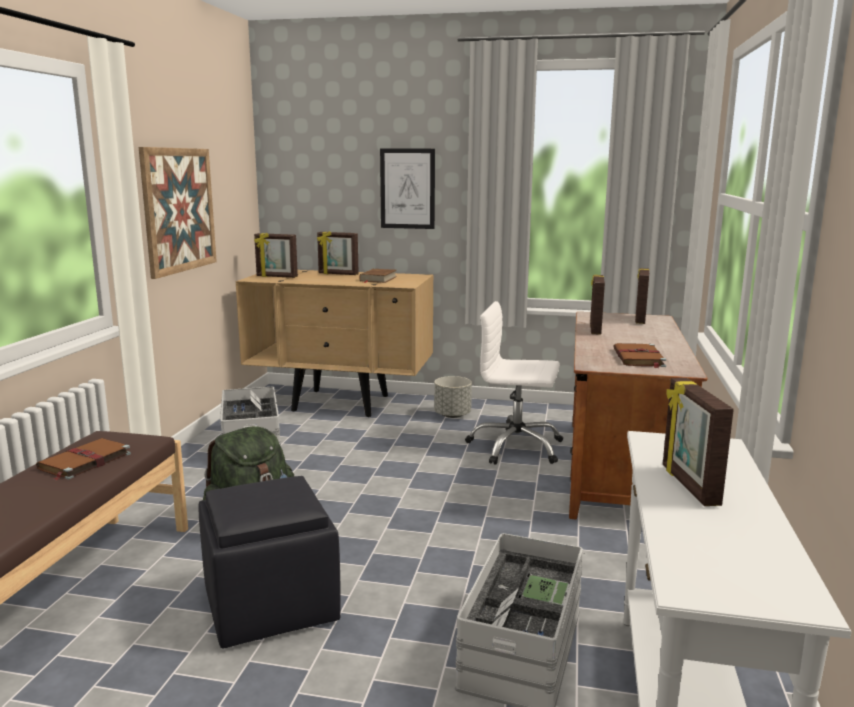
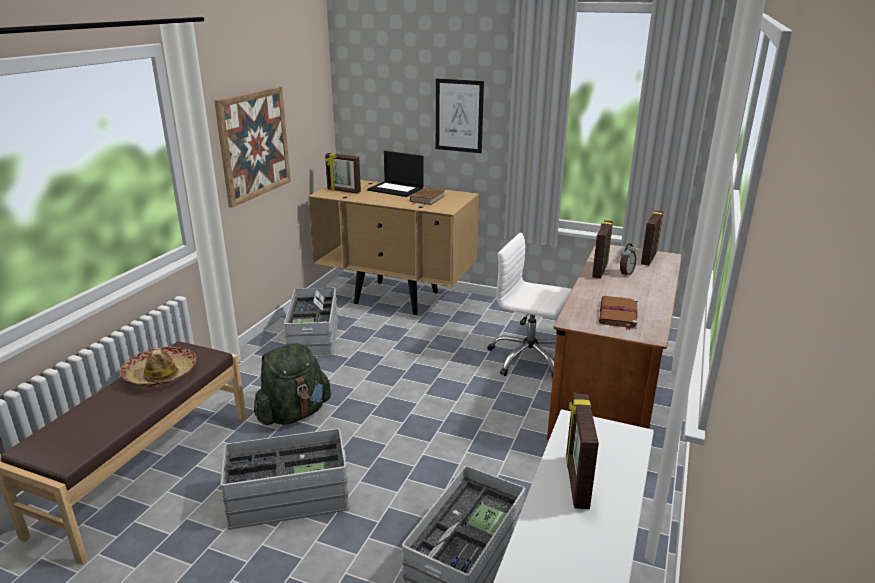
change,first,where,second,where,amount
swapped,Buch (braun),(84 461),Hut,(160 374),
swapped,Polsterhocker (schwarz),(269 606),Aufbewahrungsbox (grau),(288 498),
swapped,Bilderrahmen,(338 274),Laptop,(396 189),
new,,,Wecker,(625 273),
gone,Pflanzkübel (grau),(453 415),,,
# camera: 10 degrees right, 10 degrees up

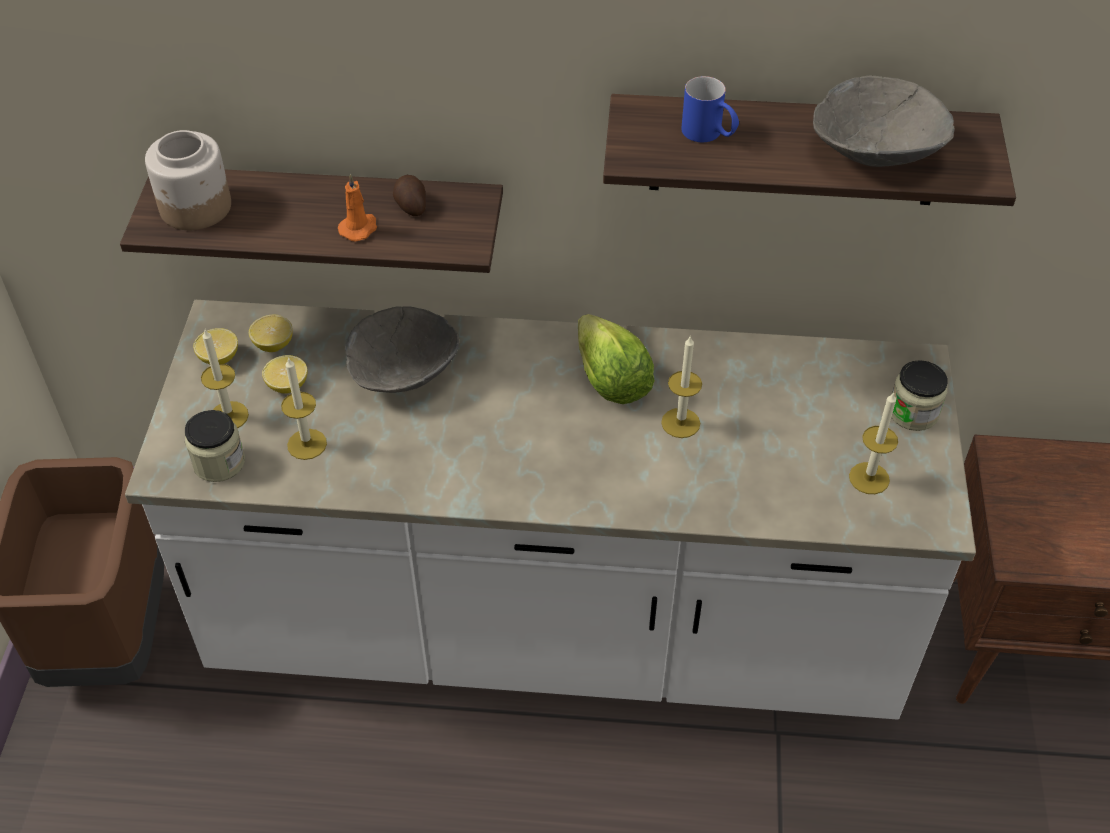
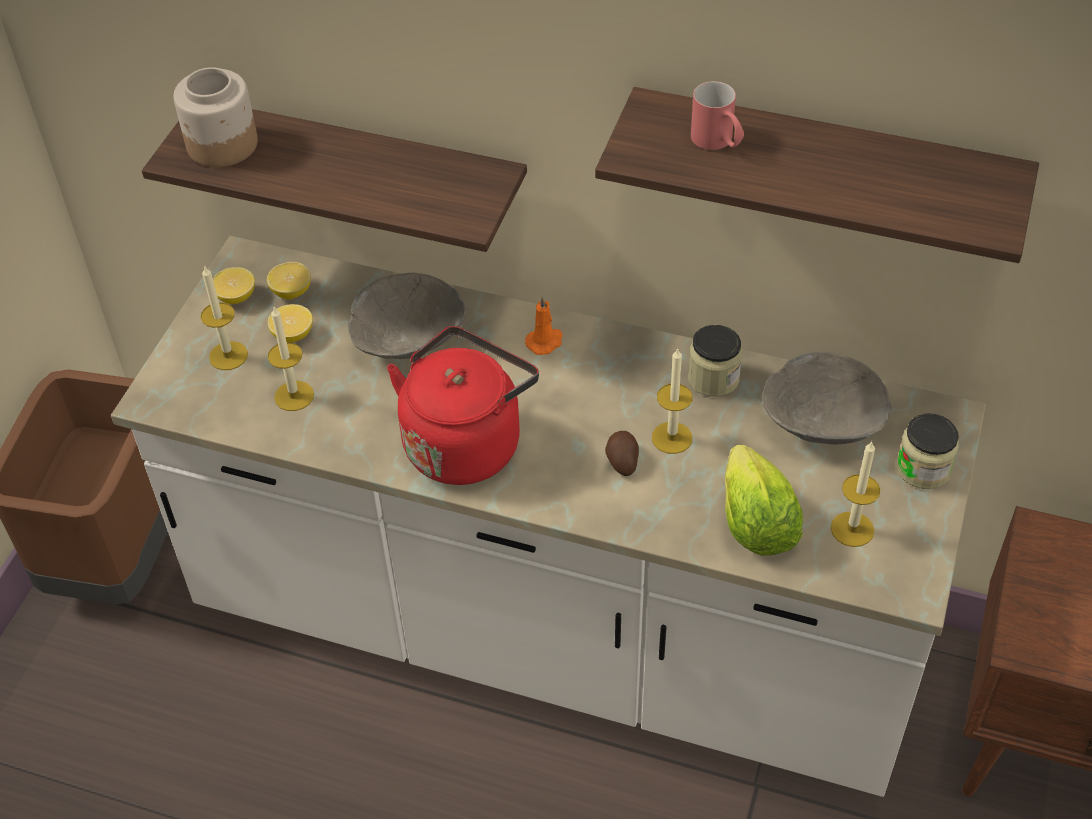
change,first,where,second,where,amount
new,,,Wasserkessel (rot),(466 442),
shifted,Kerze (orange),(359 228),,(545 341),
shifted,Kartoffel,(410 205),,(622 461),
shifted,Vorratsglas,(219 462),,(713 378),
repainted,Henkelbecher (blau),(709 135),Henkelbecher (rot),(718 143),
shifted,Salatkopf,(610 380),,(755 523),
shifted,Schüssel (grau),(875 153),,(821 424),
# camera: 15 degrees right, 0 degrees up

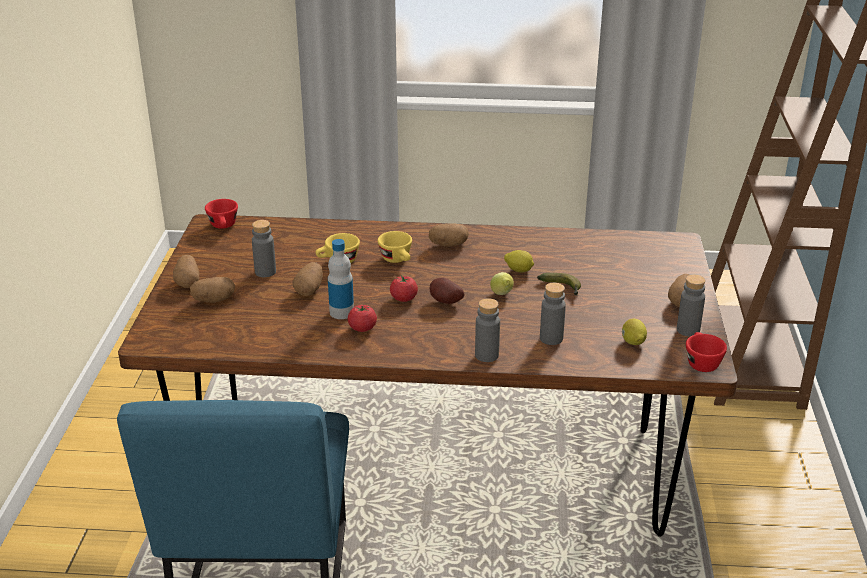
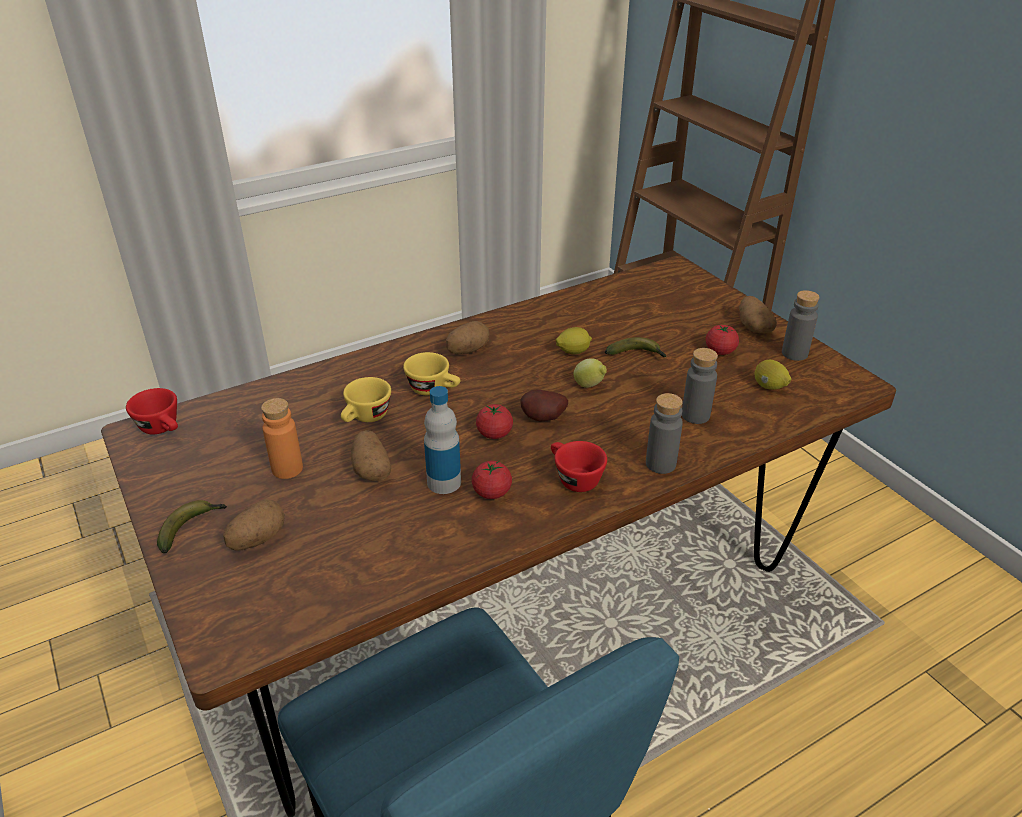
change,first,where,second,where,amount
swapped,Kartoffel,(188 282),Banane,(192 528),
repainted,Flasche (grau),(265 272),Flasche (orange),(287 469),
shifted,Tasse (rot),(700 362),,(573 478),
new,,,Tomate,(720 351),
# camera: 35 degrees left, 5 degrees up

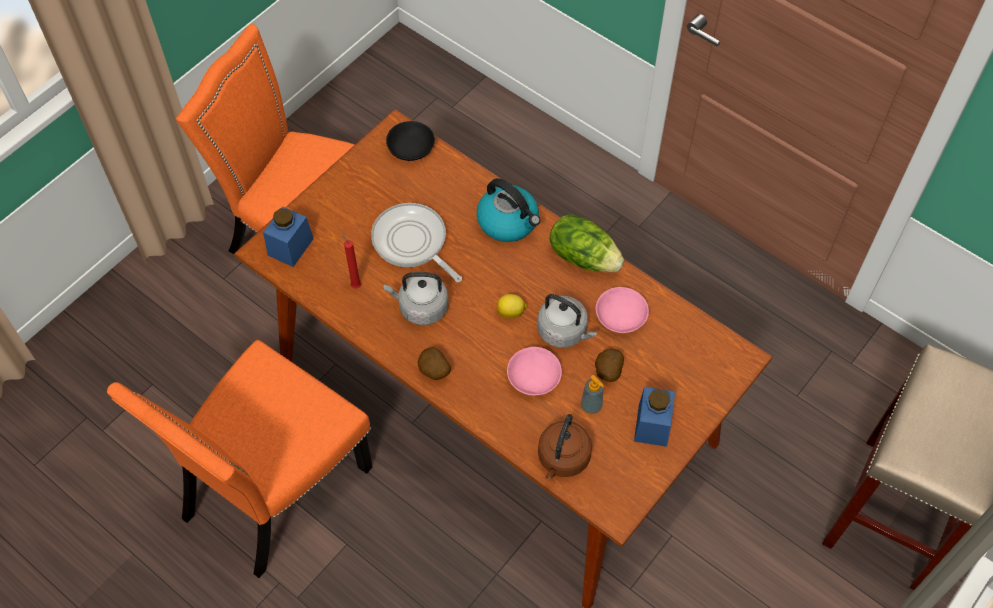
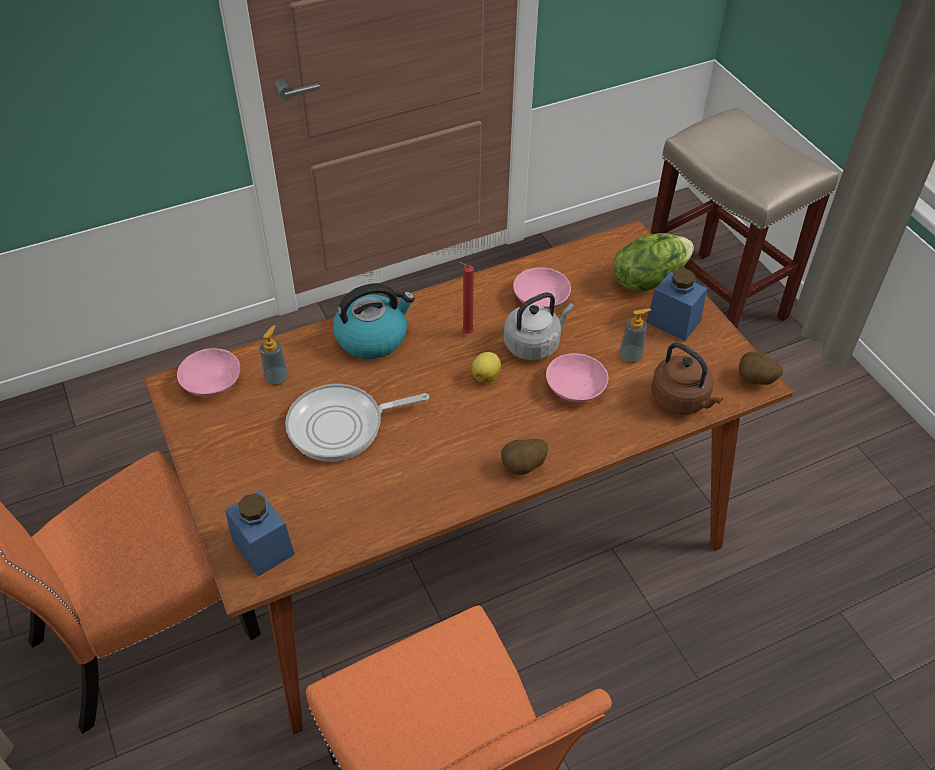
change,first,where,second,where,amount
repainted,Schüssel (schwarz),(411 149),Schüssel (rosa),(213 382),
new,,,Seifenspender,(276 378),
shifted,Kerze (rot),(355 285),,(465 333),
shifted,Salatkopf,(584 256),,(648 279),
shifted,Kartoffel,(607 372),,(755 381),
gone,Wasserkessel (grau),(420 308),,,
# camera: 65 degrees left, 10 degrees down

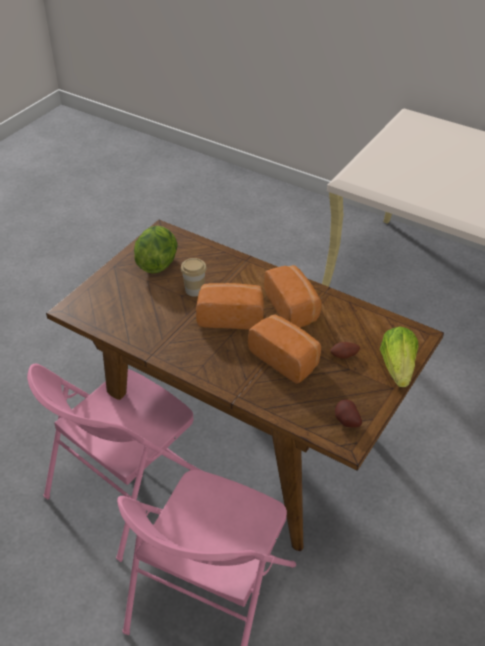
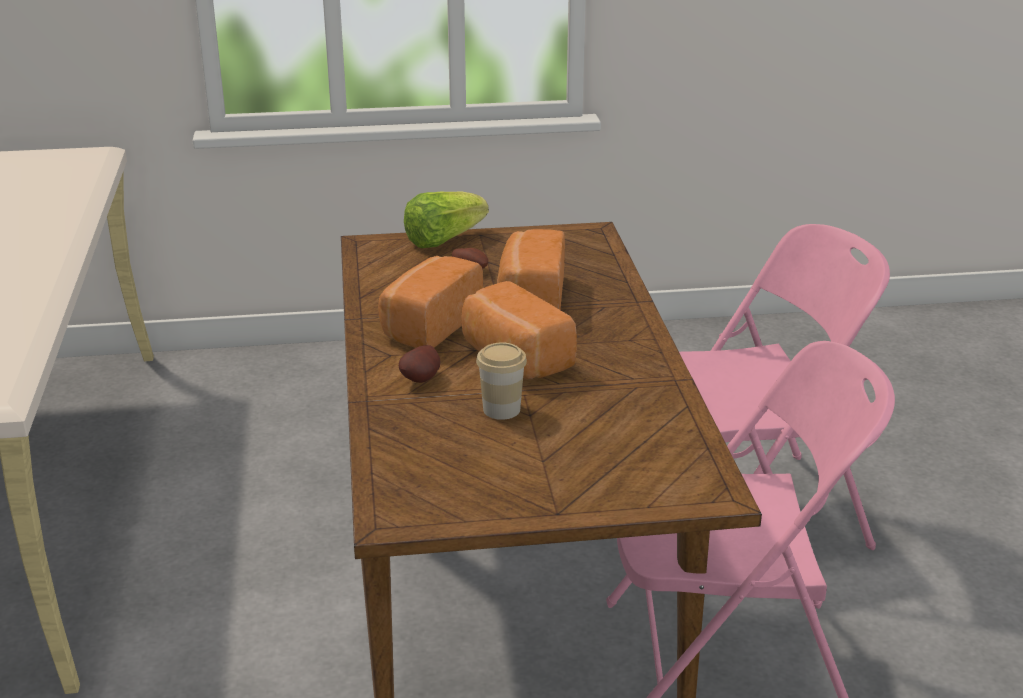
change,first,where,second,where,amount
shifted,Kartoffel,(346 421),,(422 380),
gone,Salatkopf,(157 263),,,
# camera: 130 degrees left, 15 degrees down

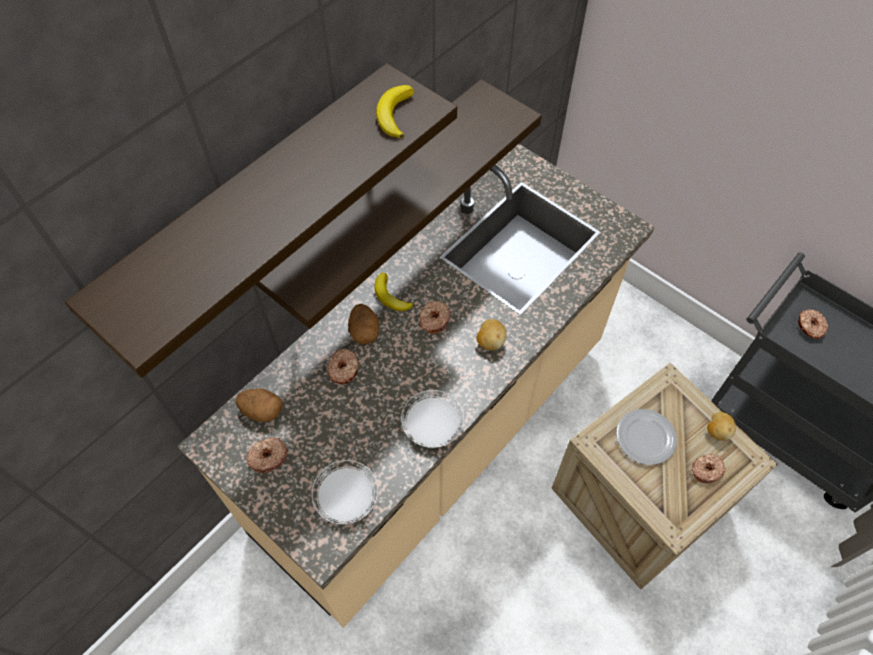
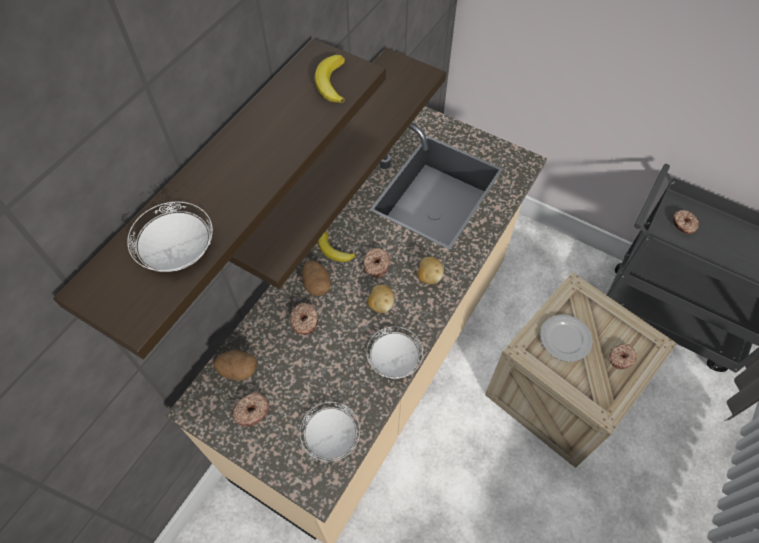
change,first,where,second,where,amount
new,,,Teller (weiß),(177 250),
shifted,Kartoffel,(717 431),,(380 304),
# camera: 10 degrees left, 0 degrees up

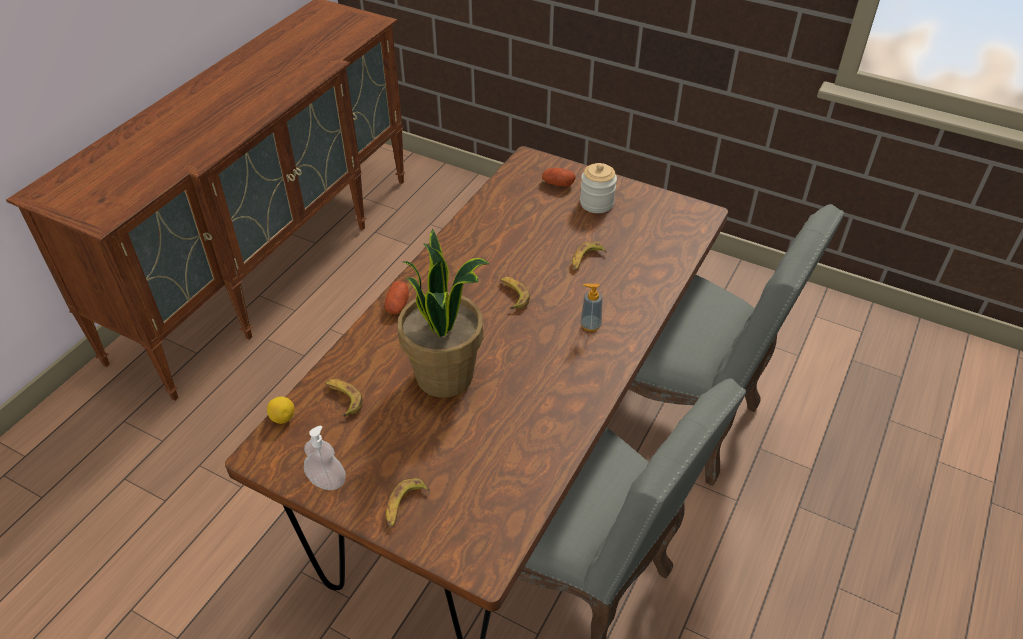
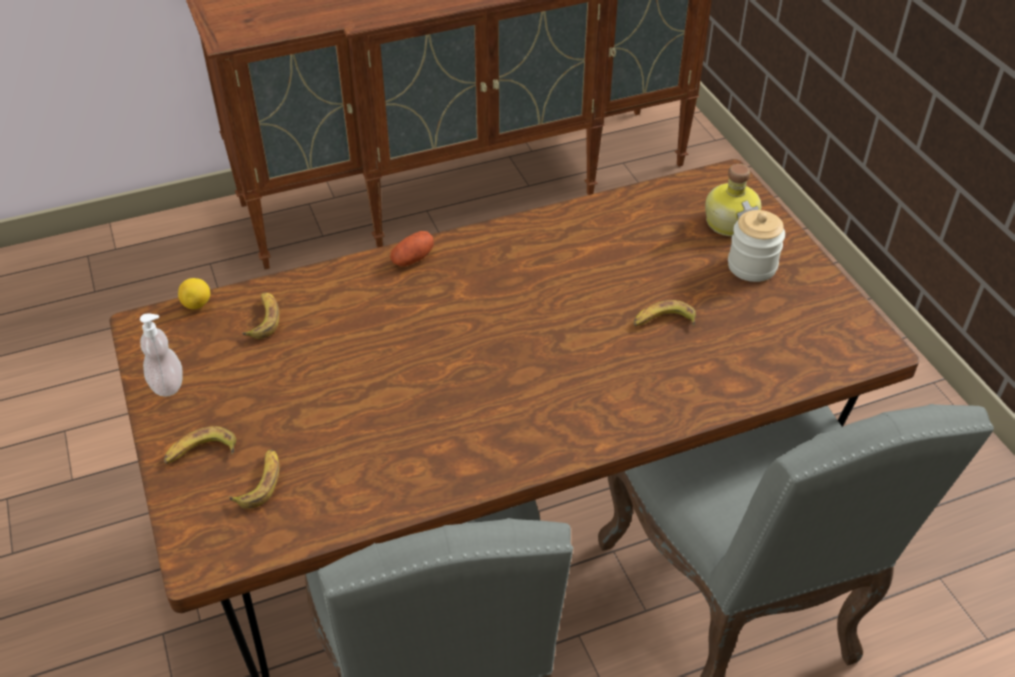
change,first,where,second,where,amount
shifted,Banane,(513 295),,(260 482),
swapped,Kartoffel,(558 184),Flasche,(730 221),
gone,Topfpflanze,(446 376),,,
gone,Seifenspender,(590 325),,,
# camera: 40 degrees right, 0 degrees up

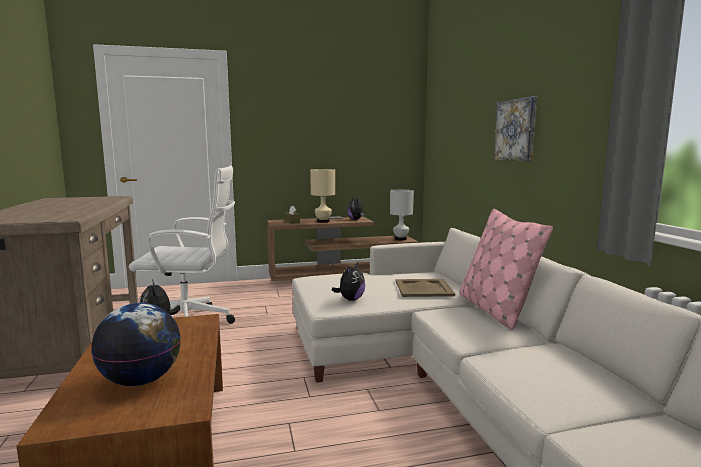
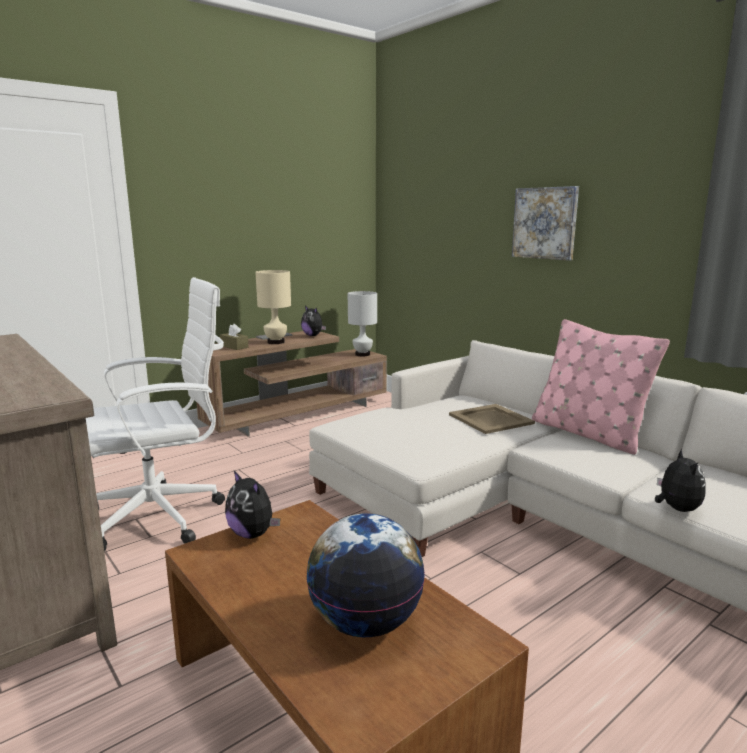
change,first,where,second,where,amount
shifted,Plüschtier,(350 299),,(676 509),
# camera: 25 degrees left, 5 degrees up

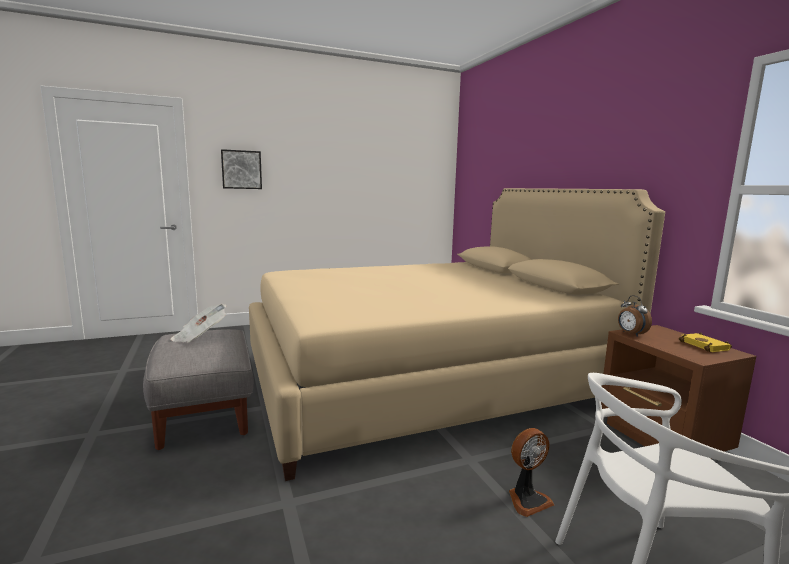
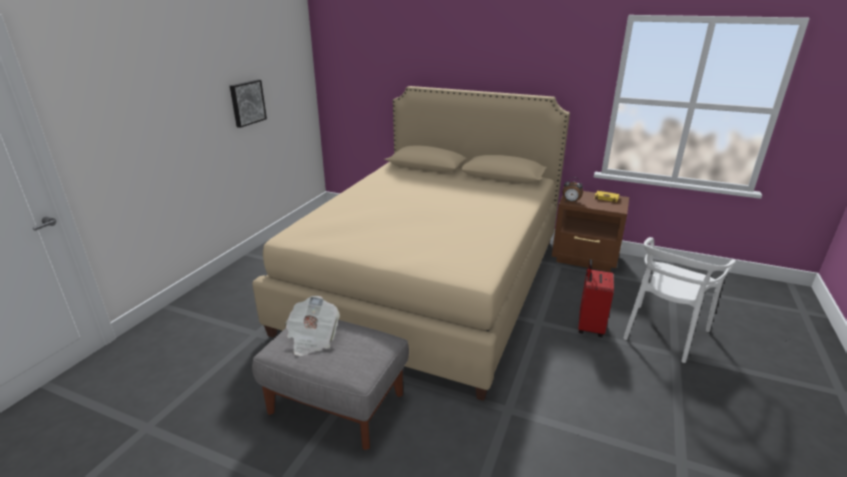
change,first,where,second,where,amount
shifted,Bild,(241 169),,(247 103),
swapped,Ventilator,(527 499),Koffer (rot),(589 327),
# camera: 45 degrees left, 15 degrees up

